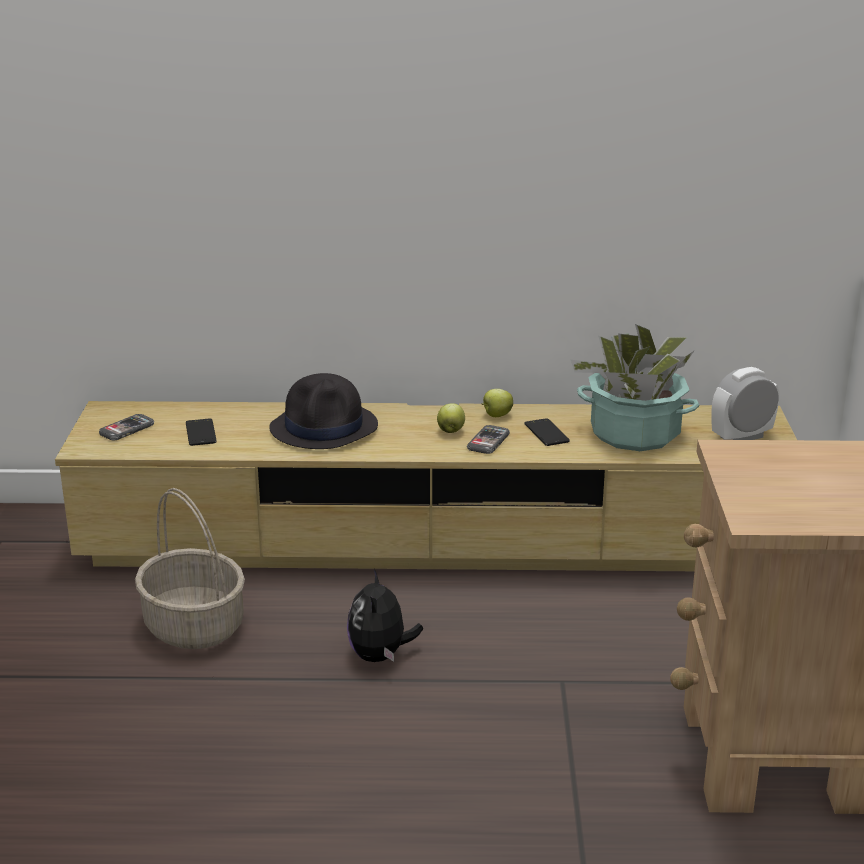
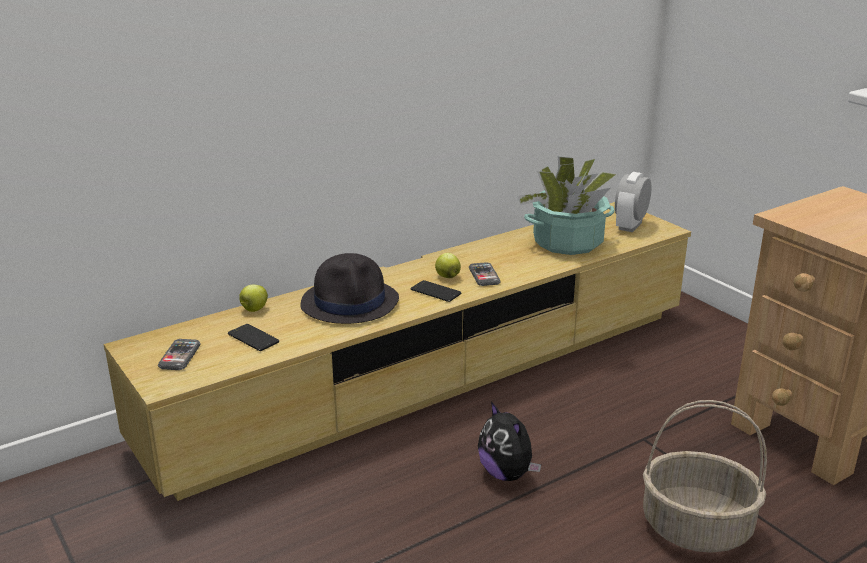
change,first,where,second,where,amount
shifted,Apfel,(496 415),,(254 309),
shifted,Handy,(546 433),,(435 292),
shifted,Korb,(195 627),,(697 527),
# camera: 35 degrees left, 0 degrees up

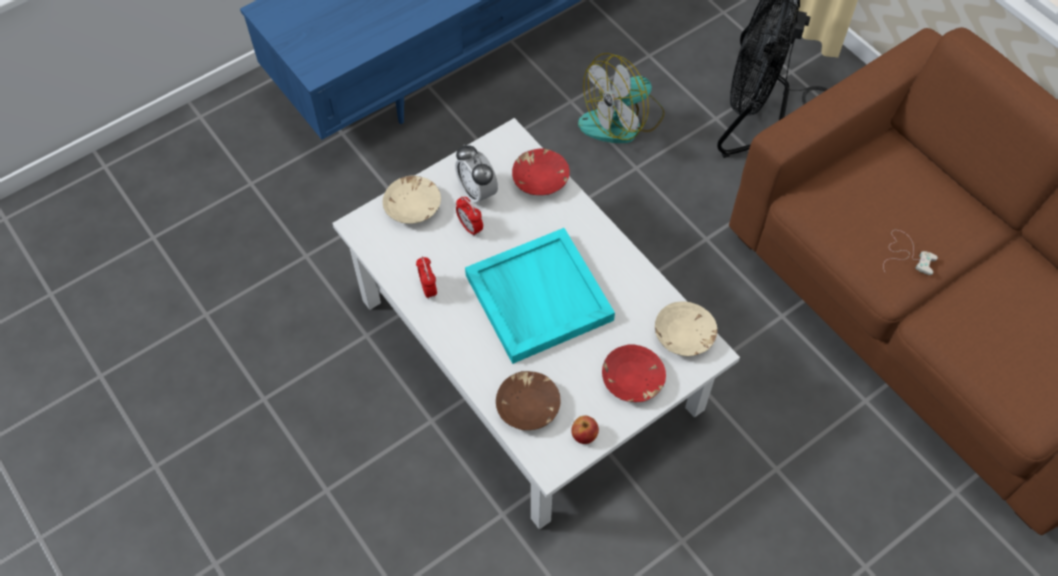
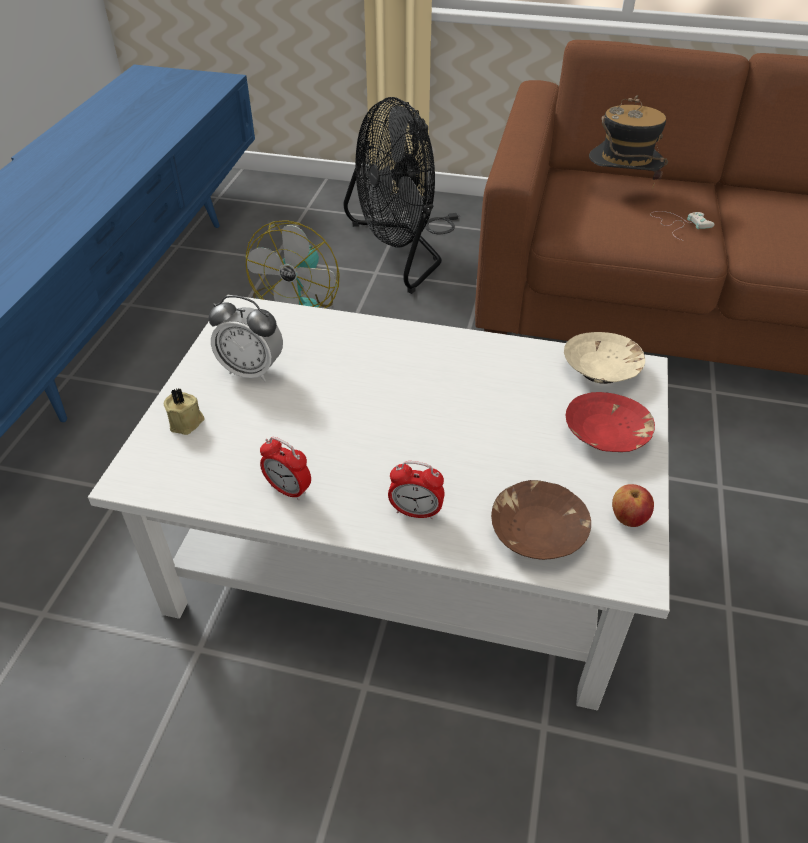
change,first,where,second,where,amount
swapped,Schüssel (beige),(413 207),Kerze (beige),(187 423),
shifted,Wecker,(470 227),,(416 512),
new,,,Hut,(619 192),
gone,Tablett (türkis),(537 297),,,
gone,Schüssel (rot),(541 179),,,
# camera: 40 degrees left, 15 degrees down

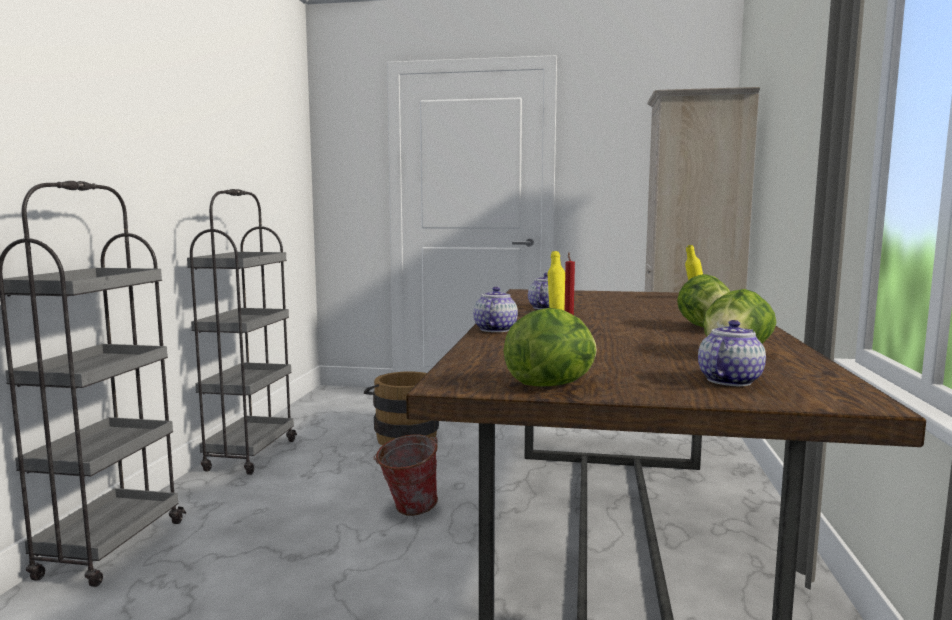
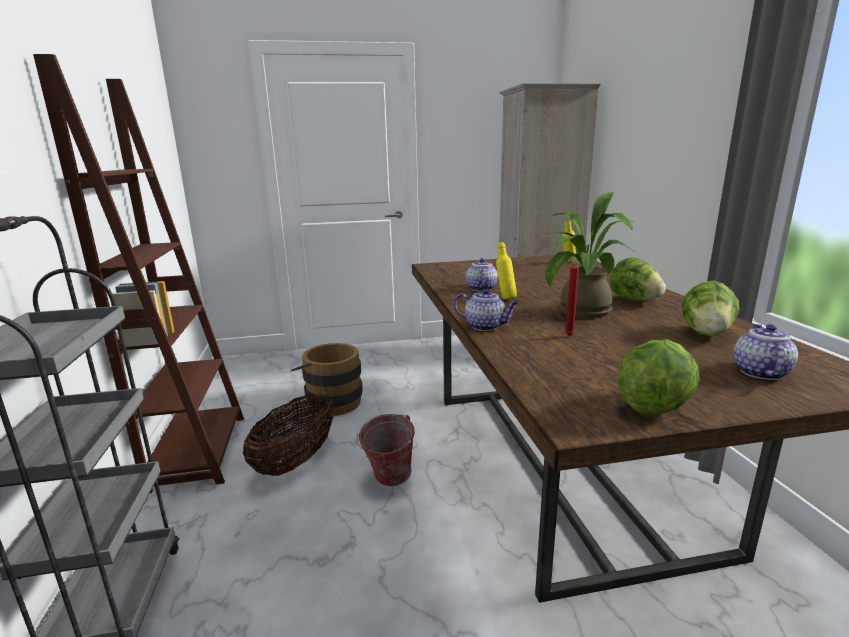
change,first,where,second,where,amount
swapped,Rollwagen (grau),(250 456),Bücherregal (braun),(198 452),
new,,,Korb,(296 461),
rotated,Teekanne,(495 329),,(486 326),120 degrees clockwise
new,,,Topfpflanze,(579 312),
# camera: 20 degrees left, 10 degrees up

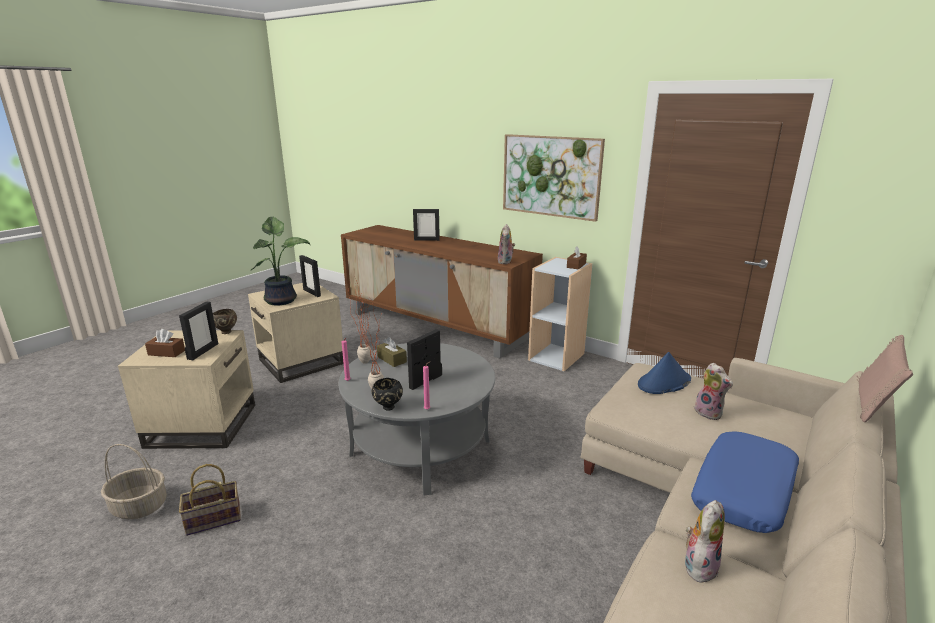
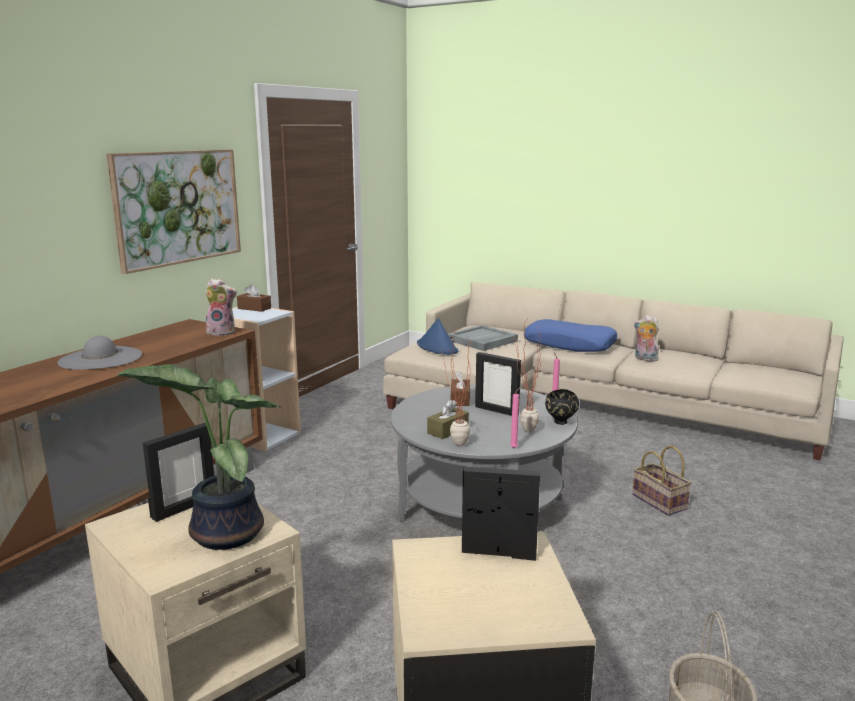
change,first,where,second,where,amount
new,,,Hut (grau),(100 358),
swapped,Plüschtier,(709 413),Tablett (grau),(482 341),
shifted,Taschentuchbox (braun),(166 352),,(460 399),
shifted,Korb,(212 520),,(661 502),
gone,Schüssel (braun),(226 332),,,
gone,Bilderrahmen,(426 239),,,
gone,Kissen (beige),(874 403),,,
# camera: 95 degrees left, 5 degrees down

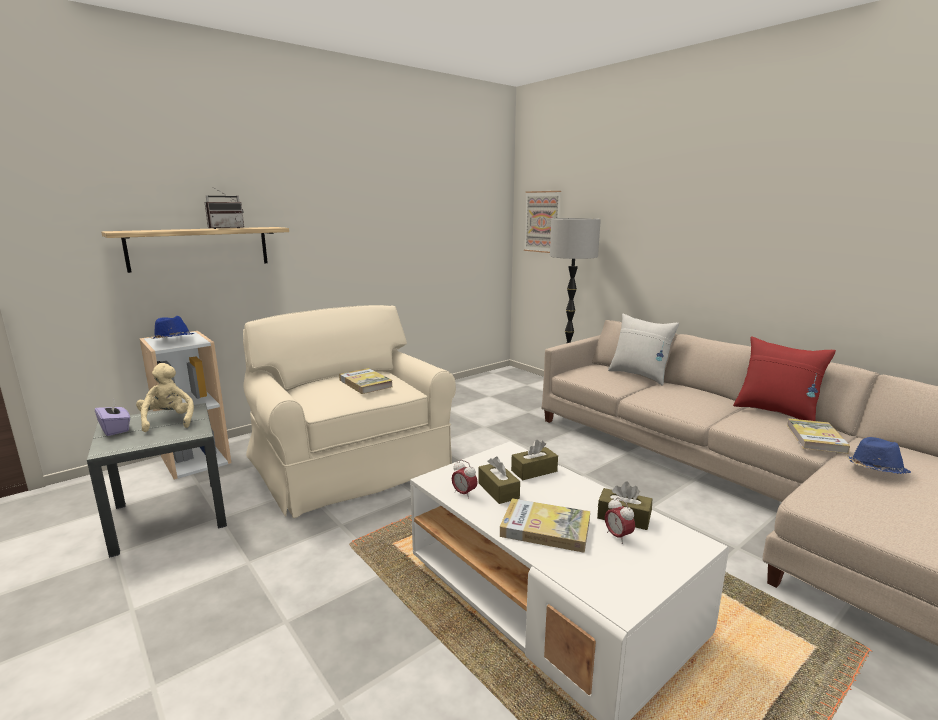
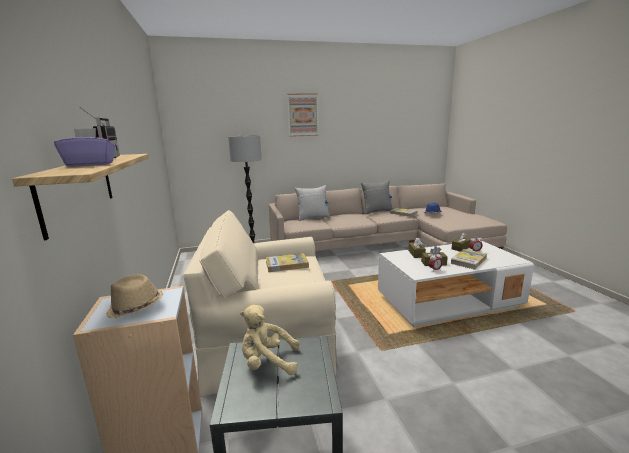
change,first,where,second,where,amount
shifted,Taschentuchbox (lila),(115 429),,(90 164),
repainted,Hut (blau),(173 340),Hut (beige),(135 308),
shifted,Bild,(542 222),,(303 115),
repainted,Kissen (rot),(775 413),Kissen (grau),(376 212),
# camera: 65 degrees left, 0 degrees up

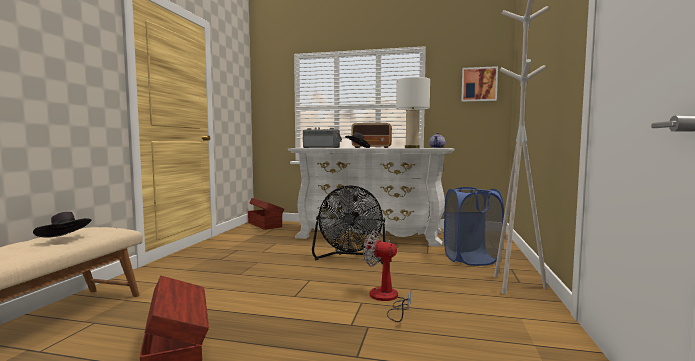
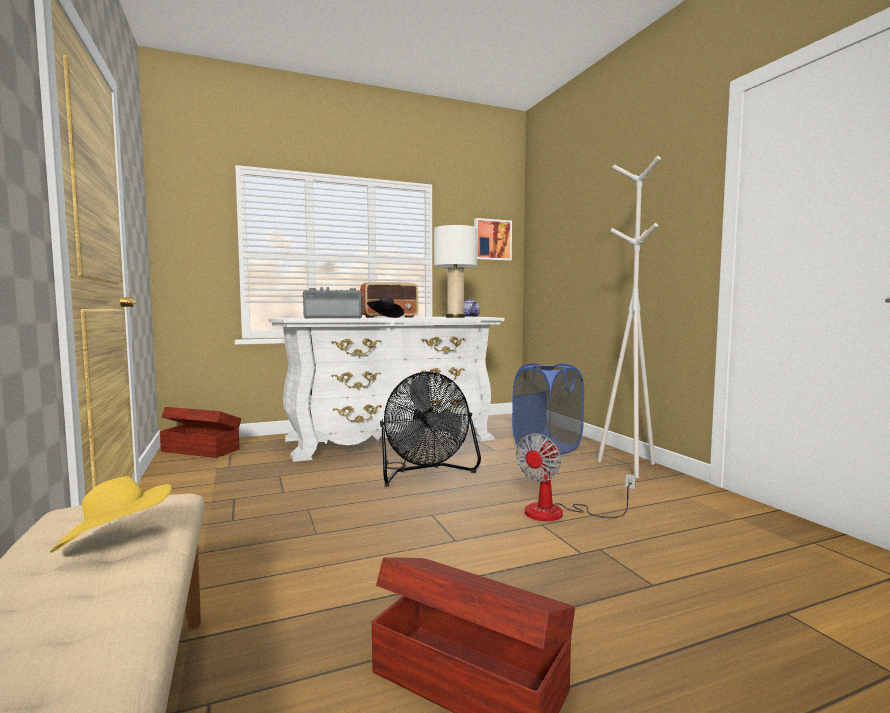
change,first,where,second,where,amount
repainted,Hut (schwarz),(65 239),Hut (gelb),(117 542),
rotated,Ventilator,(386 299),,(558 513),45 degrees counterclockwise
# camera: 35 degrees left, 0 degrees up

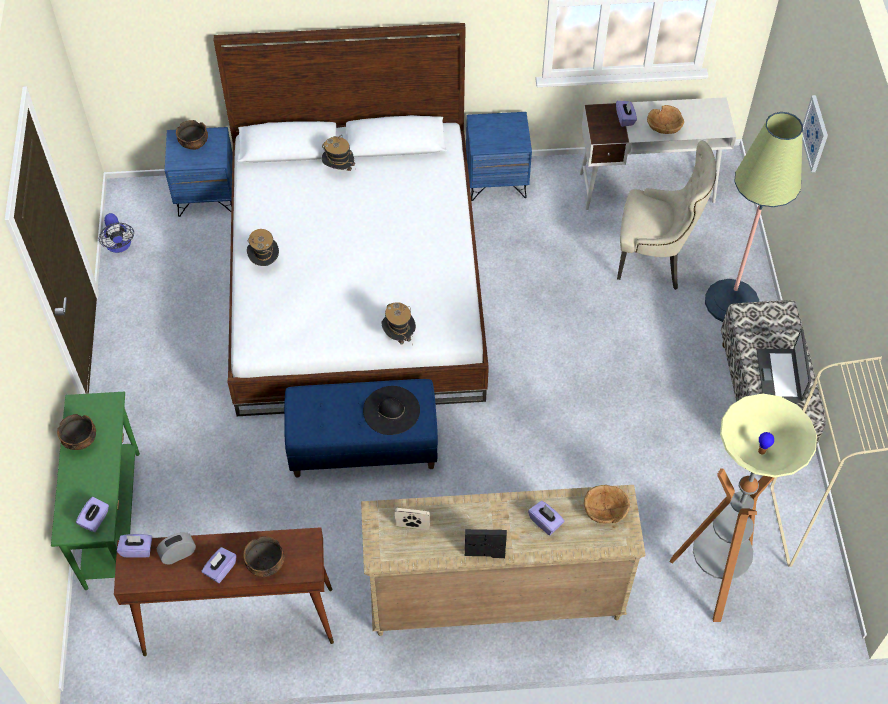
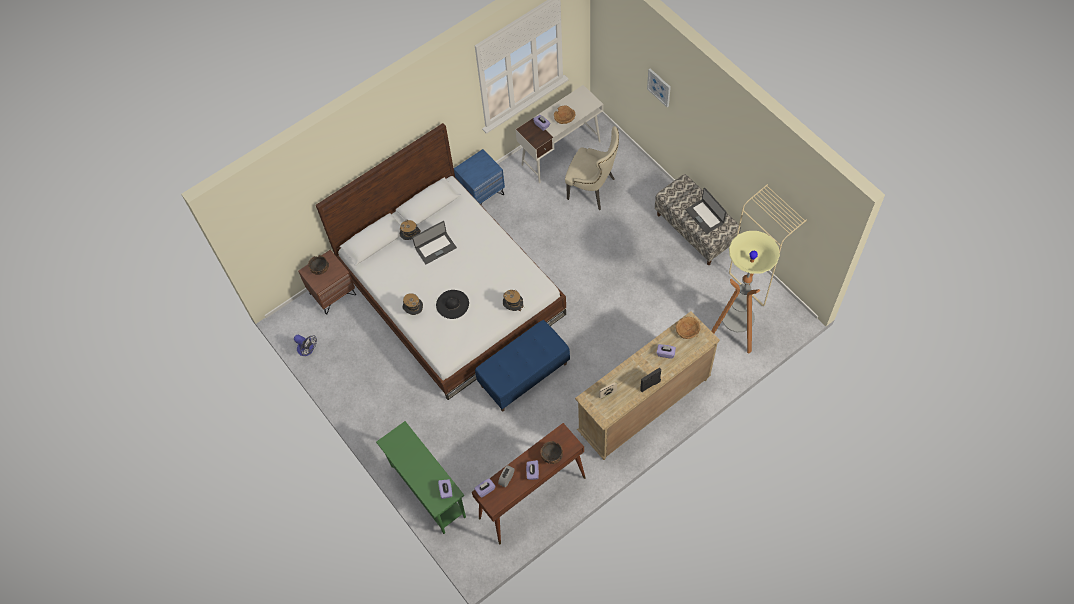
change,first,where,second,where,amount
repainted,Nachttisch (blau),(207 196),Nachttisch (braun),(332 294),
new,,,Laptop,(435 248),
shifted,Hut (schwarz),(391 410),,(452 304),
rotated,Stuhl (beige),(654 258),,(592 189),45 degrees clockwise
gone,Schüssel,(81 440),,,
gone,Stehlampe,(731 302),,,
# camera: 30 degrees left, 5 degrees up

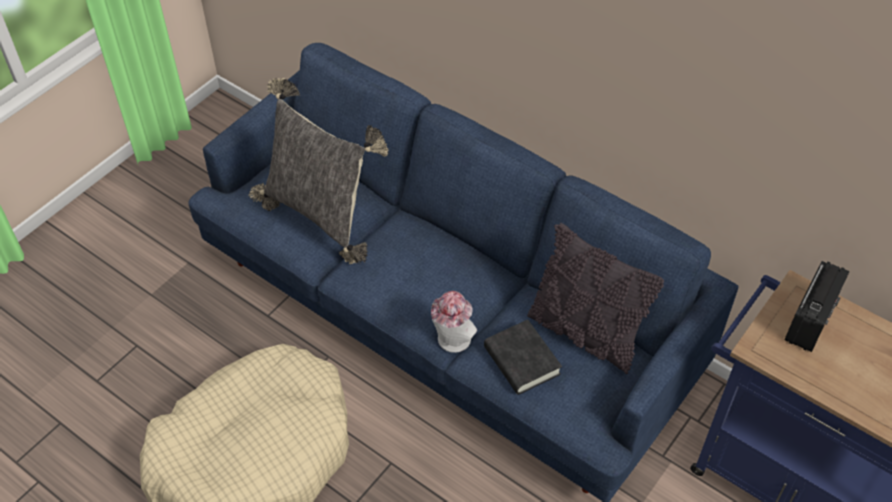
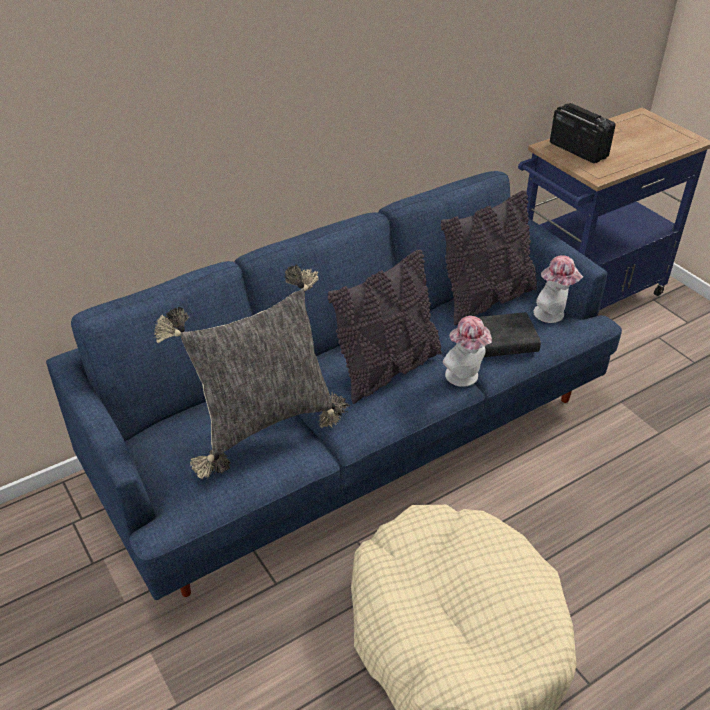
change,first,where,second,where,amount
new,,,Kissen (schwarz),(387 369),
new,,,Hut,(552 315),
# camera: 70 degrees left, 10 degrees down

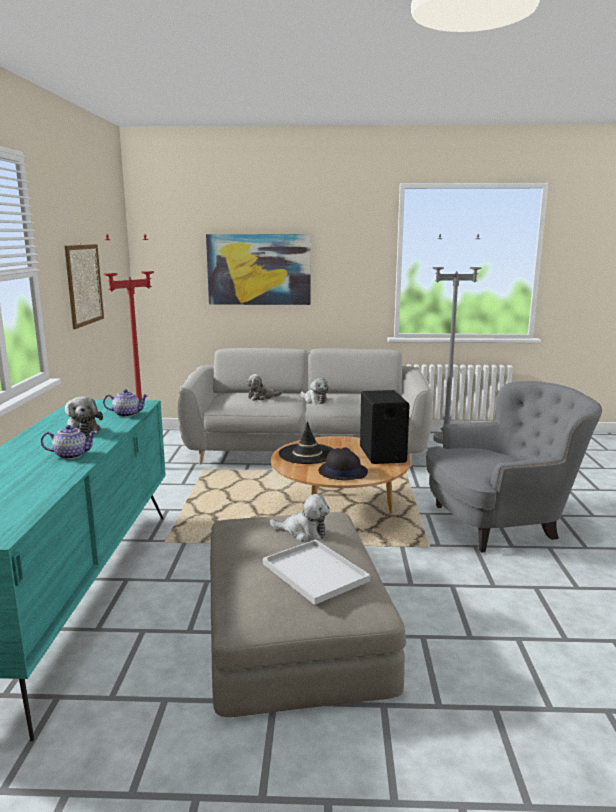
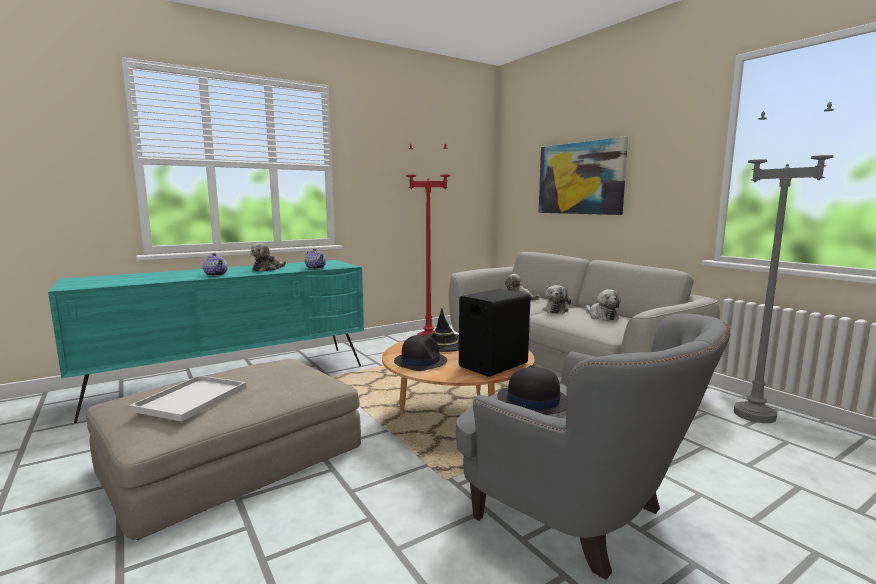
change,first,where,second,where,amount
new,,,Hut (schwarz),(532 401),
shifted,Plüschtier,(303 532),,(601 316),
gone,Bild,(84 283),,,
# camera: 55 degrees right, 5 degrees down

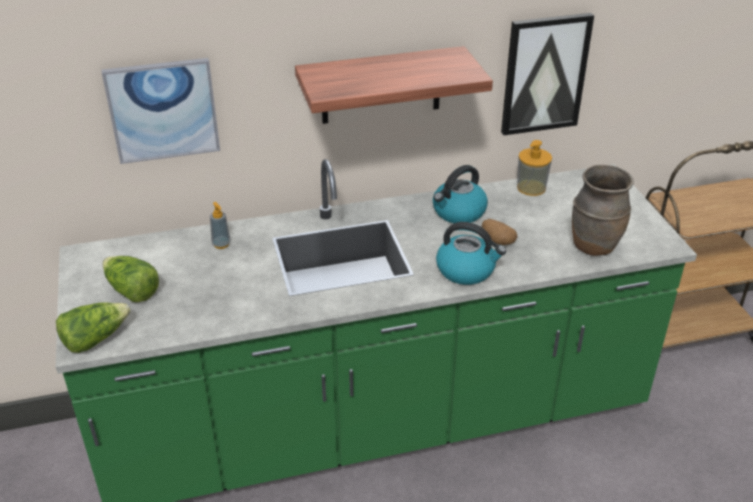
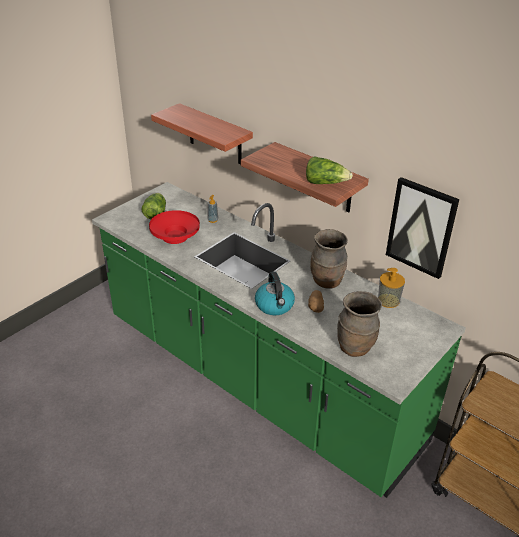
change,first,where,second,where,amount
new,,,Schüssel (rot),(175 236),
swapped,Bild,(163 110),Wandregal,(215 135),
shifted,Salatkopf,(95 338),,(325 183),
swapped,Wasserkessel,(458 212),Vase (braun),(327 282),
# camera: 55 degrees right, 0 degrees up

